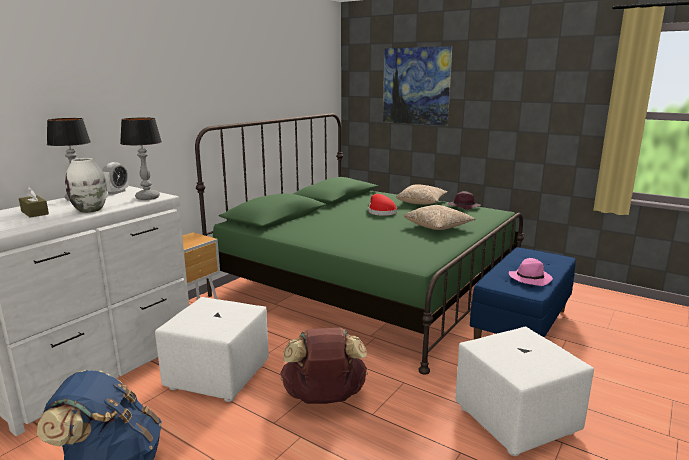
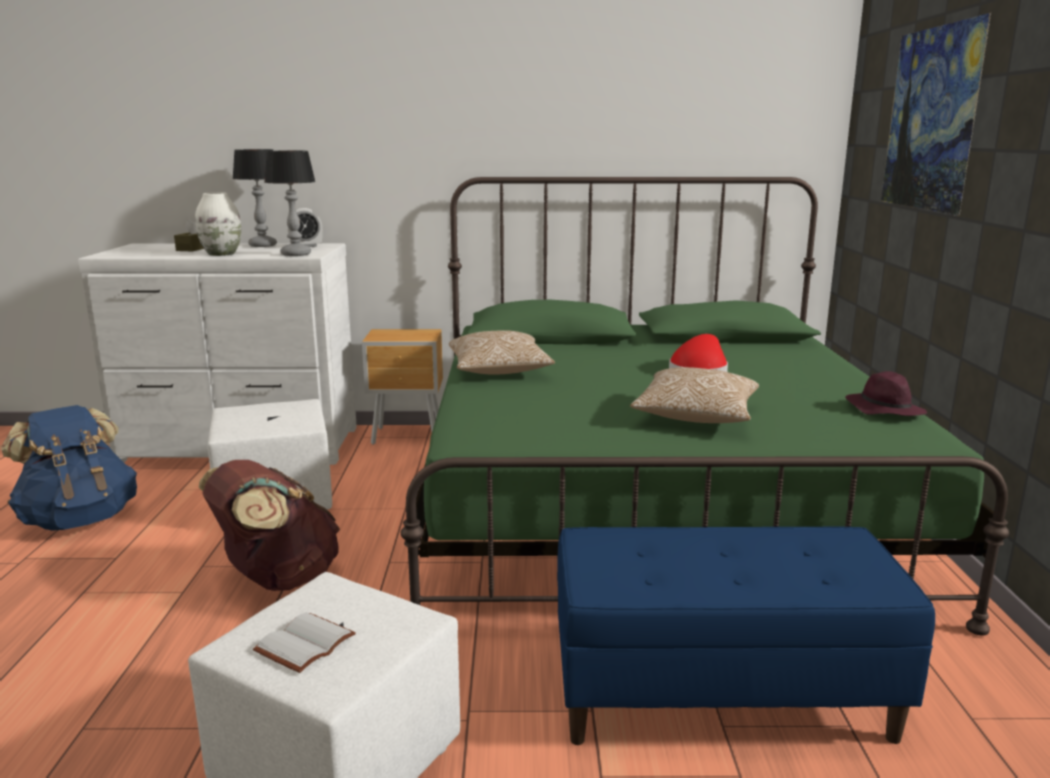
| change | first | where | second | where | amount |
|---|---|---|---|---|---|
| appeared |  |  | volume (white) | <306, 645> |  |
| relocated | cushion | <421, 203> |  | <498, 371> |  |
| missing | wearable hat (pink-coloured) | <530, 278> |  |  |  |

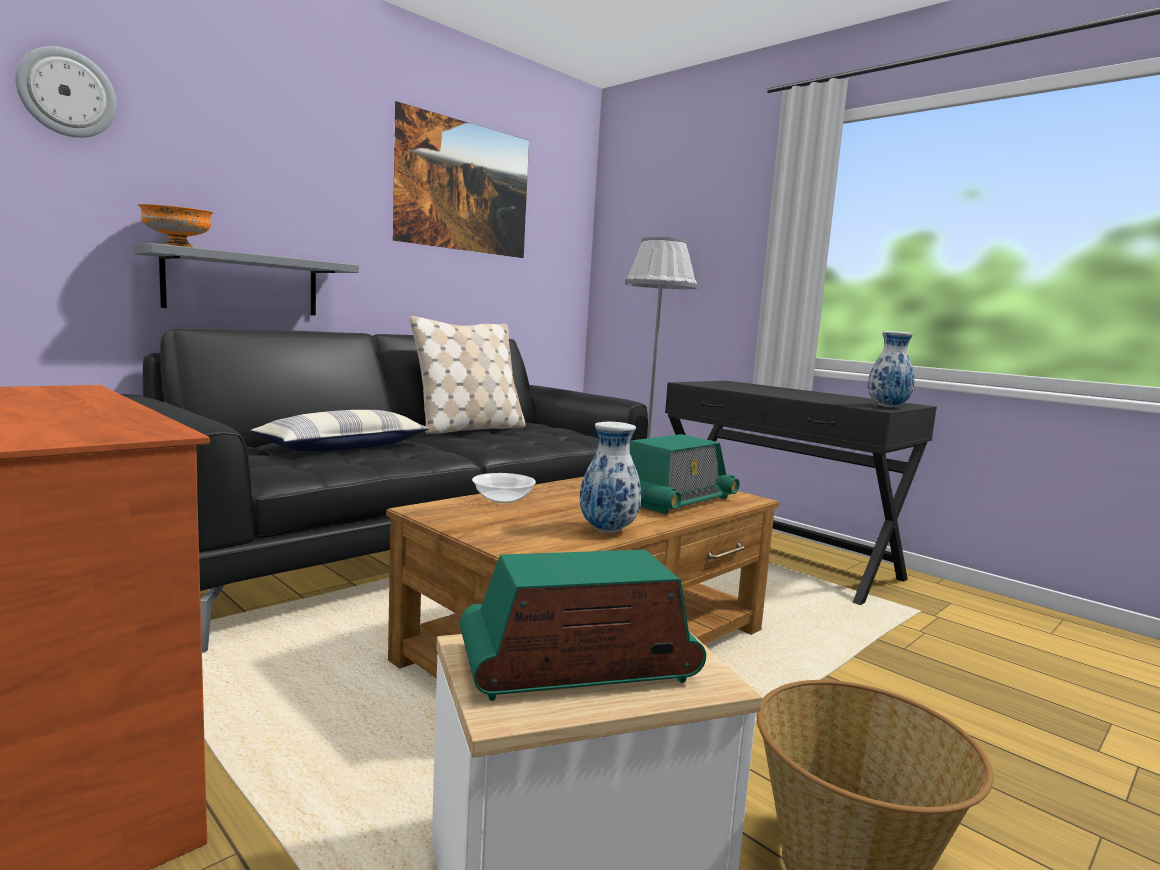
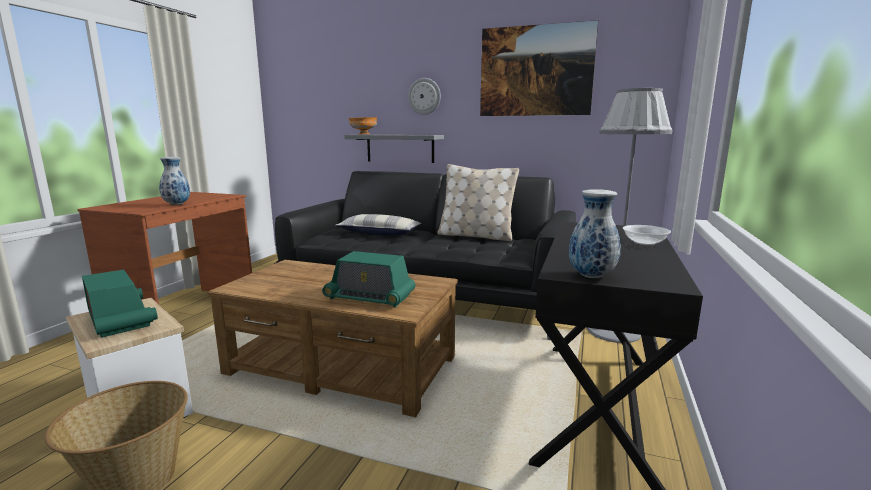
| change | first | where | second | where | amount |
|---|---|---|---|---|---|
| relocated | vase | <609, 530> |  | <177, 204> |  |
| relocated | clock on the wall | <67, 93> |  | <424, 96> |  |
| relocated | deep dish | <502, 499> |  | <644, 242> |  |

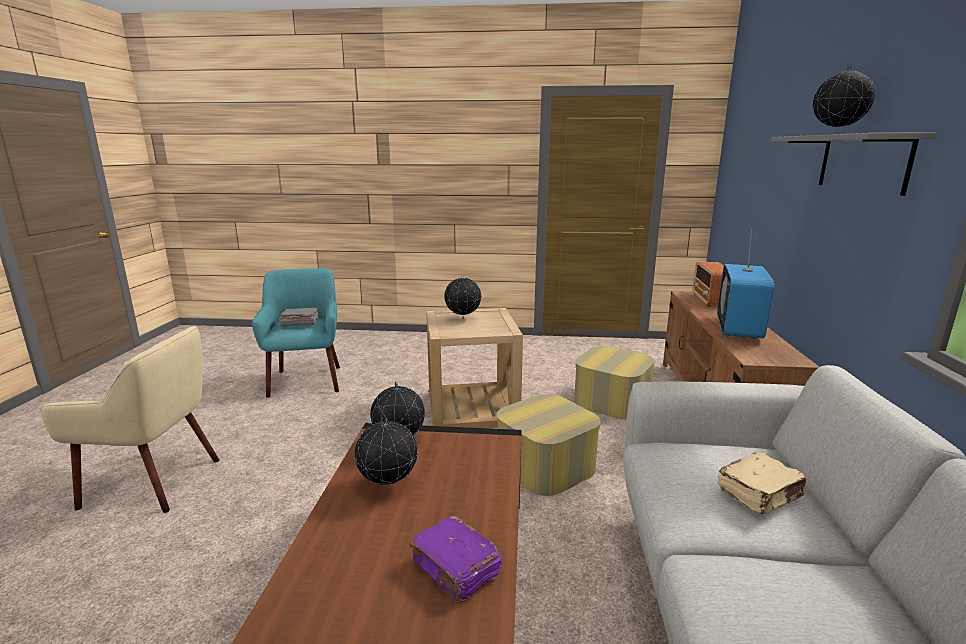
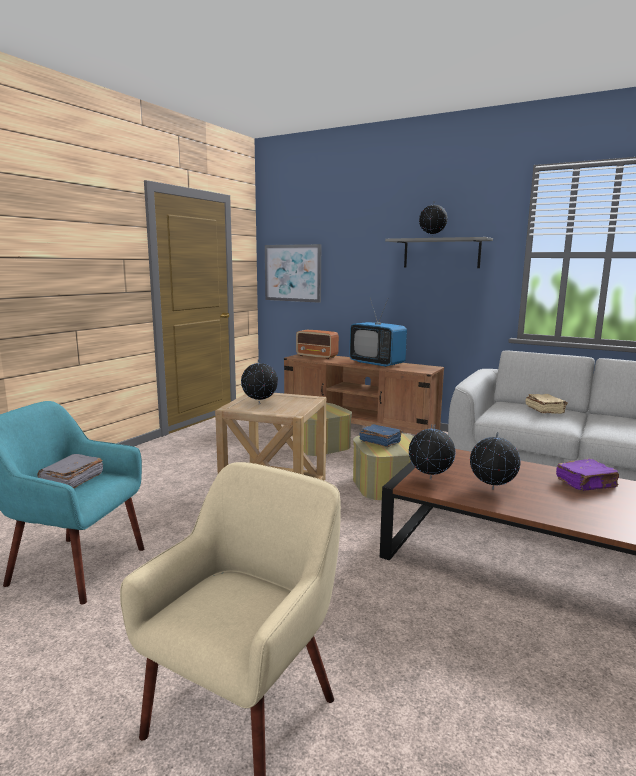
| change | first | where | second | where | amount |
|---|---|---|---|---|---|
| appeared |  |  | picture | <293, 273> |  |
| appeared |  |  | volume (blue) | <380, 442> |  |

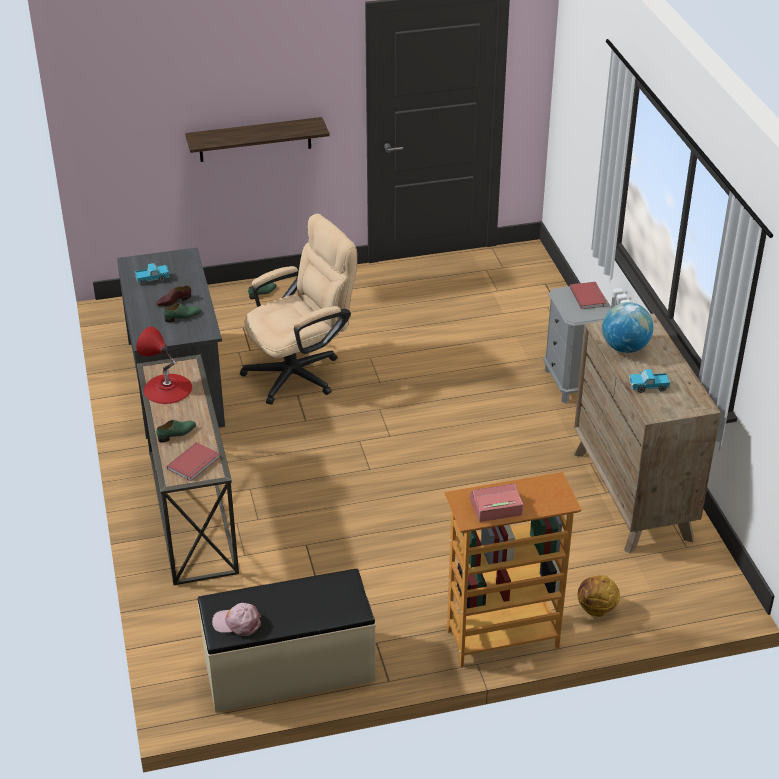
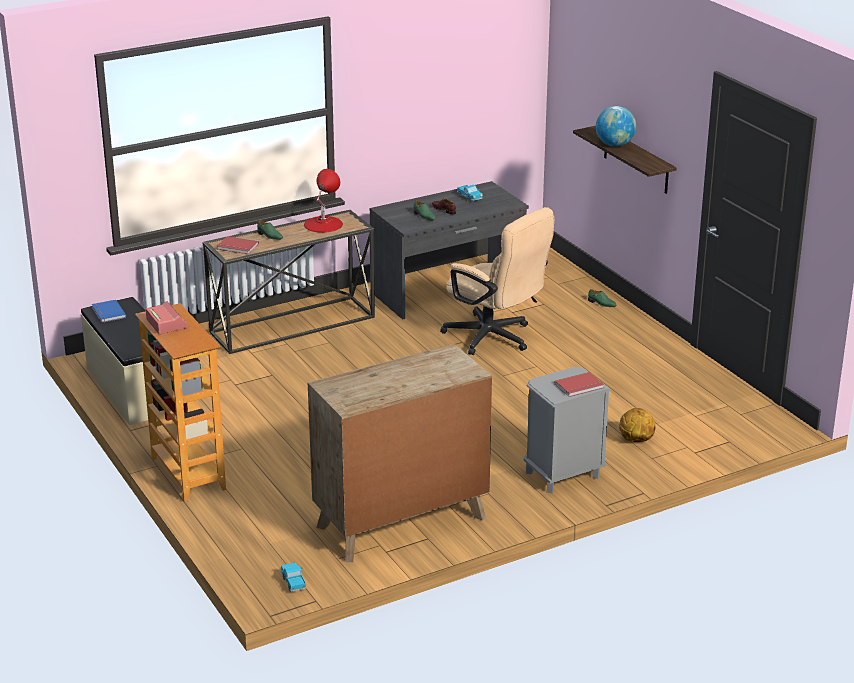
| change | first | where | second | where | amount |
|---|---|---|---|---|---|
| exchanged | cap (pink-coloured) | <237, 623> | volume (blue) | <107, 313> |  |
| relocated | toy truck | <648, 387> |  | <293, 582> |  |
| relocated | desk globe | <625, 347> |  | <614, 145> |  |
| relocated | basketball ball | <596, 609> |  | <635, 440> |  |

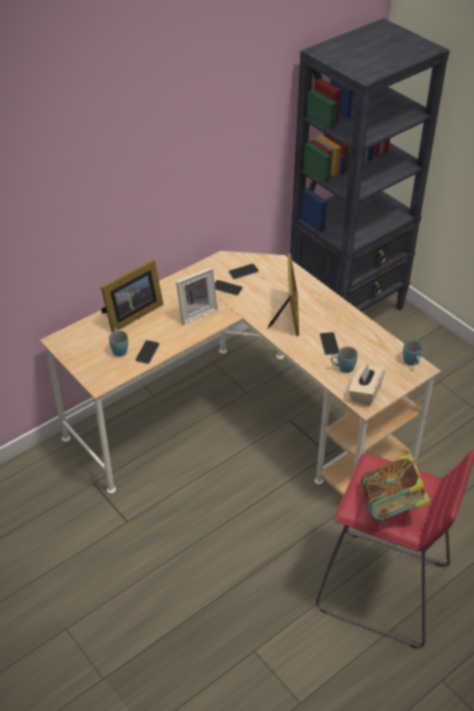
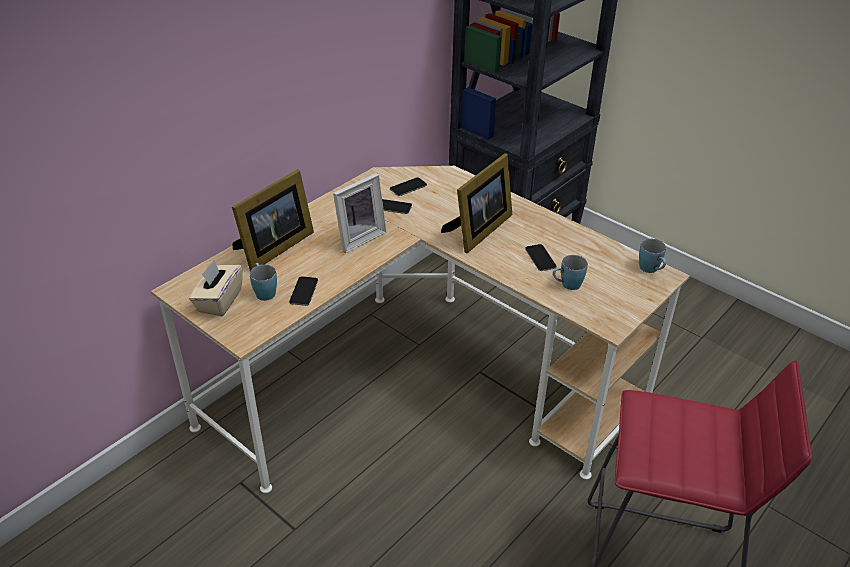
| change | first | where | second | where | amount |
|---|---|---|---|---|---|
| relocated | tissue holder (beige-coloured) | <365, 392> |  | <219, 301> |  |
| spun | standing frame | <288, 315> |  | <478, 230> | 45 degrees clockwise |
| missing | volume | <392, 506> |  |  |  |

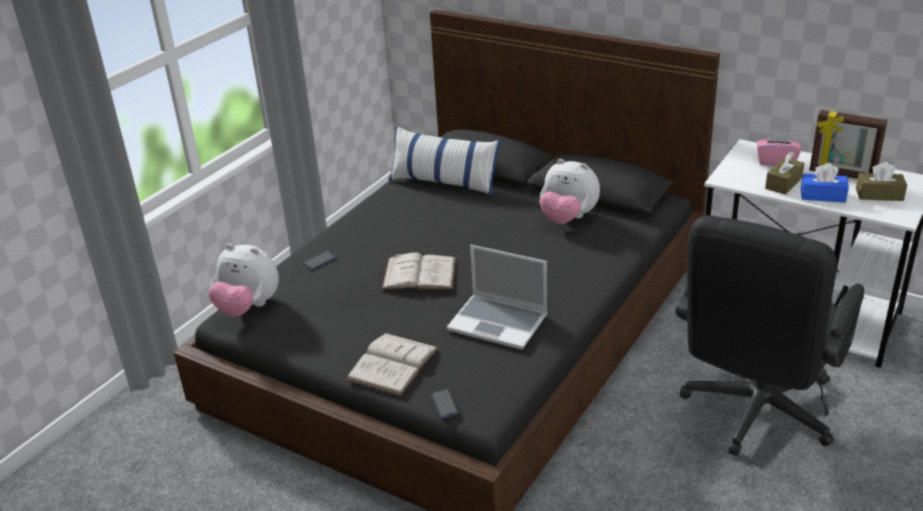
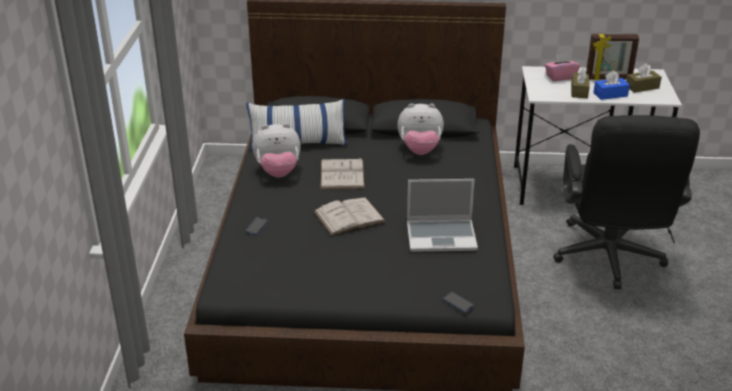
| change | first | where | second | where | amount |
|---|---|---|---|---|---|
| relocated | cuddly toy | <248, 308> |  | <278, 172> |  |
| relocated | volume (white) | <393, 363> |  | <342, 174> |  |

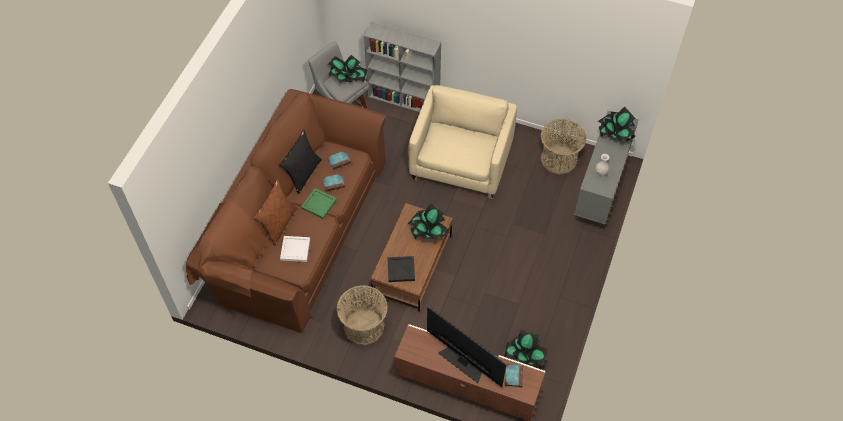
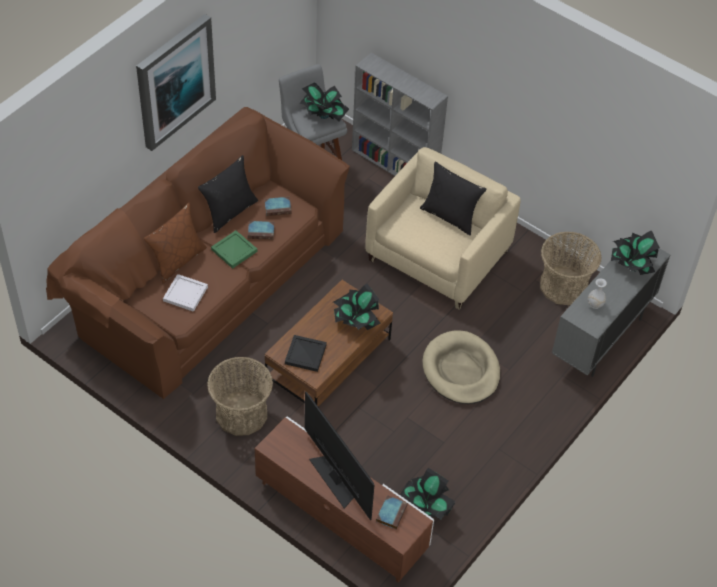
| change | first | where | second | where | amount |
|---|---|---|---|---|---|
| appeared |  |  | picture | <174, 81> |  |
| appeared |  |  | cushion (blackish) | <450, 216> |  |
| appeared |  |  | dog bed (beige-coloured) | <461, 370> |  |

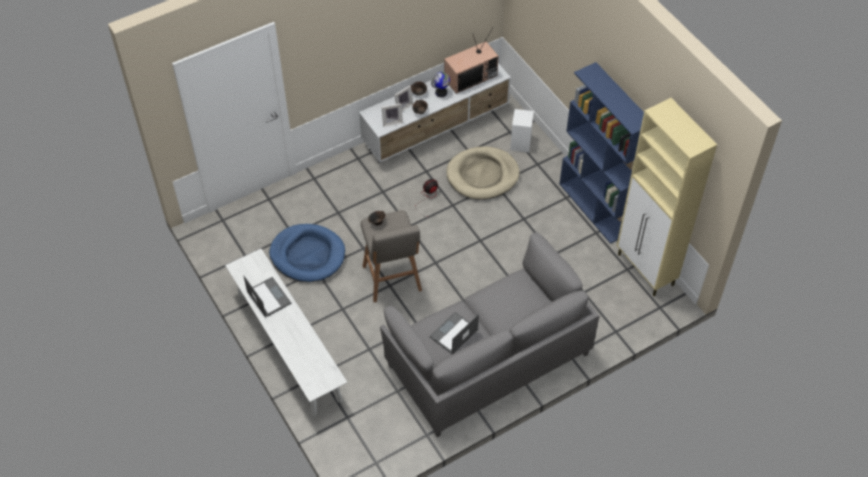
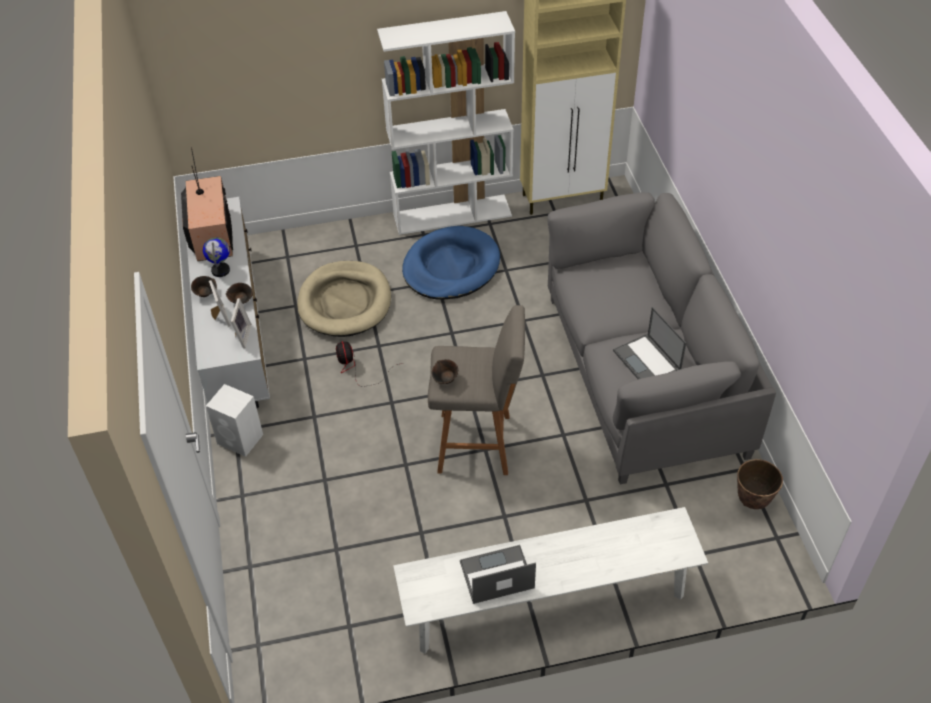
| change | first | where | second | where | amount |
|---|---|---|---|---|---|
| relocated | loudspeaker (white) | <520, 143> |  | <241, 439> |  |
| colour | shelving unit (blue) | <595, 208> | shelving unit (white) | <452, 214> |  |
| relocated | dog bed (blue) | <308, 255> |  | <451, 267> |  |
| appeared |  |  | flower pot | <753, 500> |  |

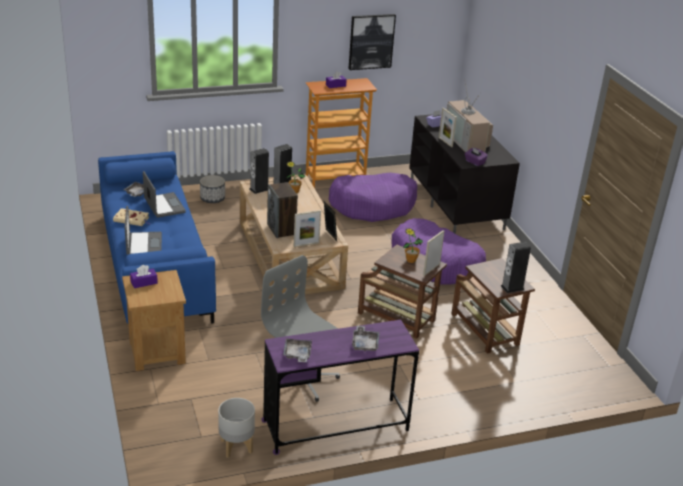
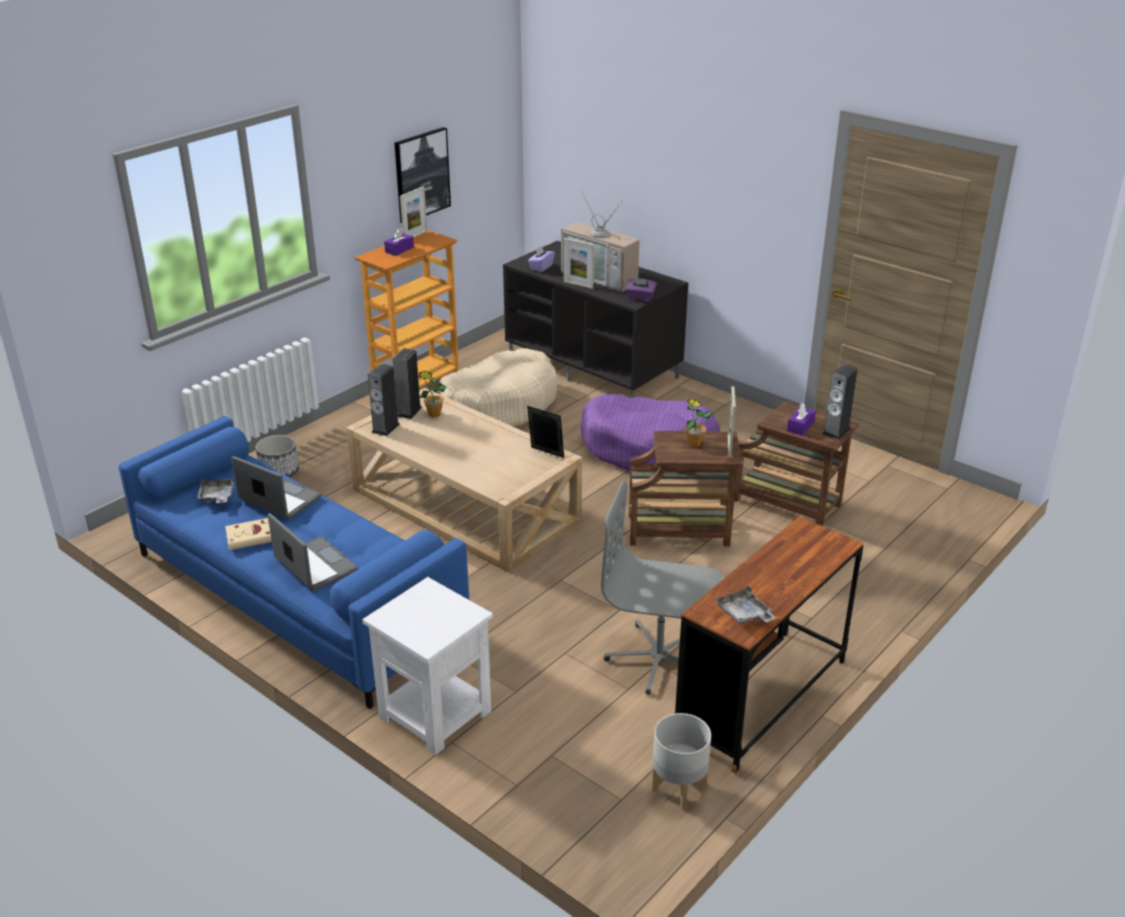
| change | first | where | second | where | amount |
|---|---|---|---|---|---|
| colour | end table (brown) | <156, 351> | end table (white) | <434, 714> |  |
| relocated | standing frame | <306, 244> |  | <415, 236> |  |
| colour | dog bed (purple) | <373, 205> | dog bed (beige-coloured) | <499, 404> |  |
| colour | desk (purple) | <335, 426> | desk (brown) | <761, 699> |  |
| relocated | tissue holder (purple) | <144, 282> |  | <800, 426> |  |
| missing | loudspeaker | <281, 229> |  |  |  |
| missing | tray (greyish) | <365, 343> |  |  |  |

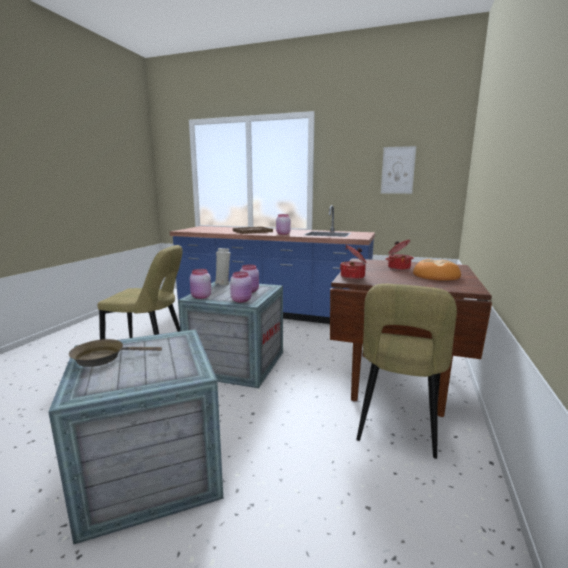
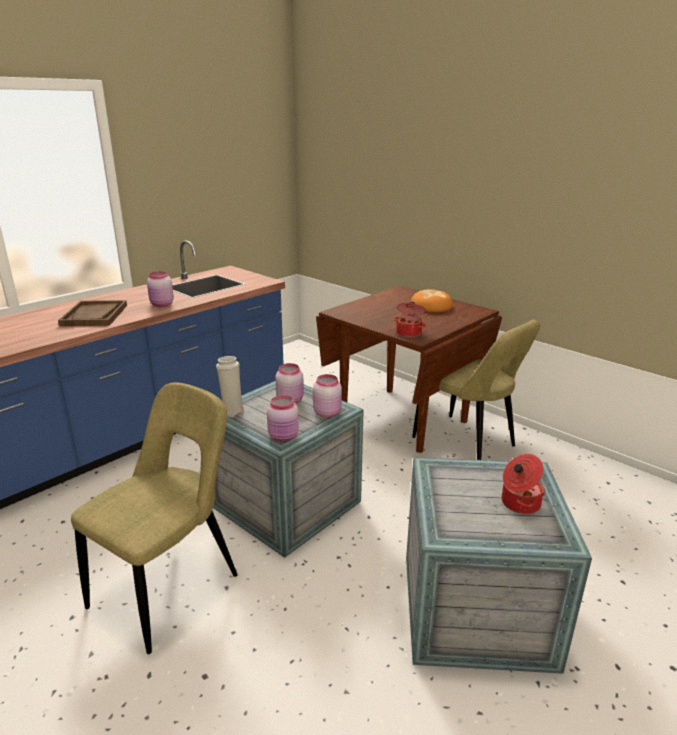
| change | first | where | second | where | amount |
|---|---|---|---|---|---|
| relocated | saucepot | <398, 268> |  | <519, 503> |  |
| missing | pan (brown) | <103, 357> |  |  |  |
| missing | picture | <398, 170> |  |  |  |

